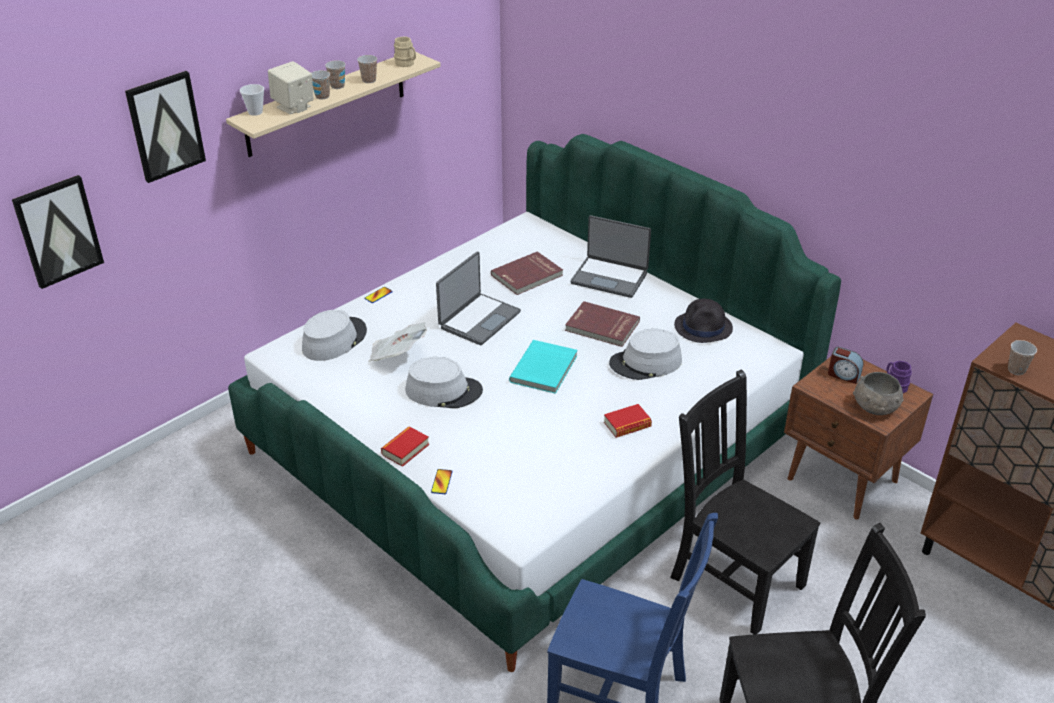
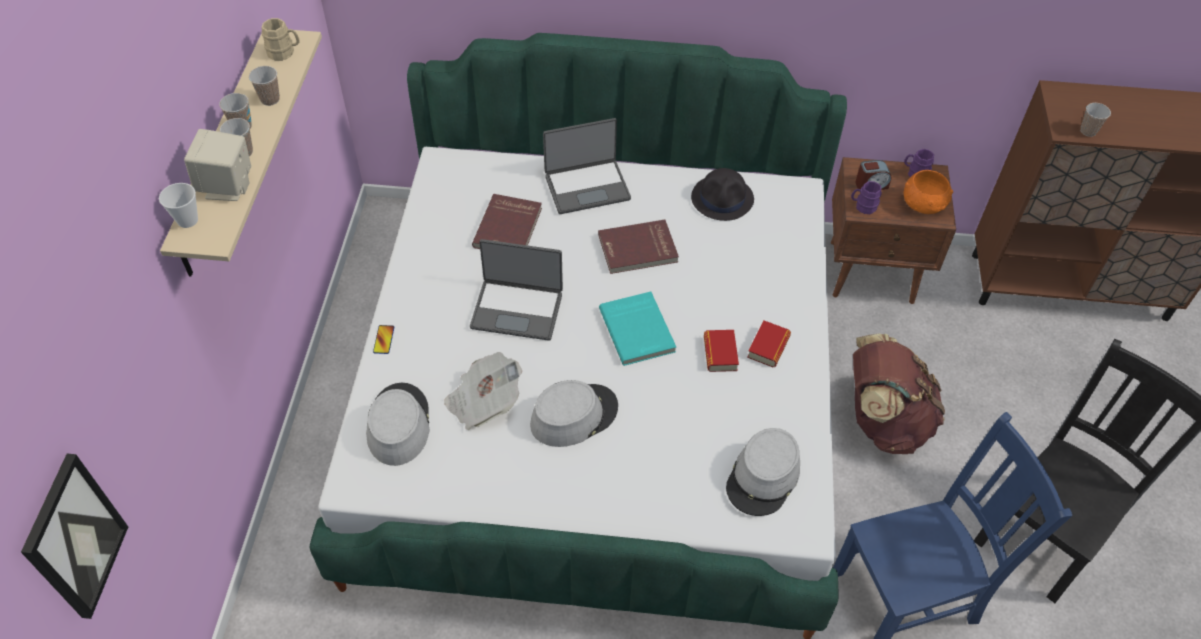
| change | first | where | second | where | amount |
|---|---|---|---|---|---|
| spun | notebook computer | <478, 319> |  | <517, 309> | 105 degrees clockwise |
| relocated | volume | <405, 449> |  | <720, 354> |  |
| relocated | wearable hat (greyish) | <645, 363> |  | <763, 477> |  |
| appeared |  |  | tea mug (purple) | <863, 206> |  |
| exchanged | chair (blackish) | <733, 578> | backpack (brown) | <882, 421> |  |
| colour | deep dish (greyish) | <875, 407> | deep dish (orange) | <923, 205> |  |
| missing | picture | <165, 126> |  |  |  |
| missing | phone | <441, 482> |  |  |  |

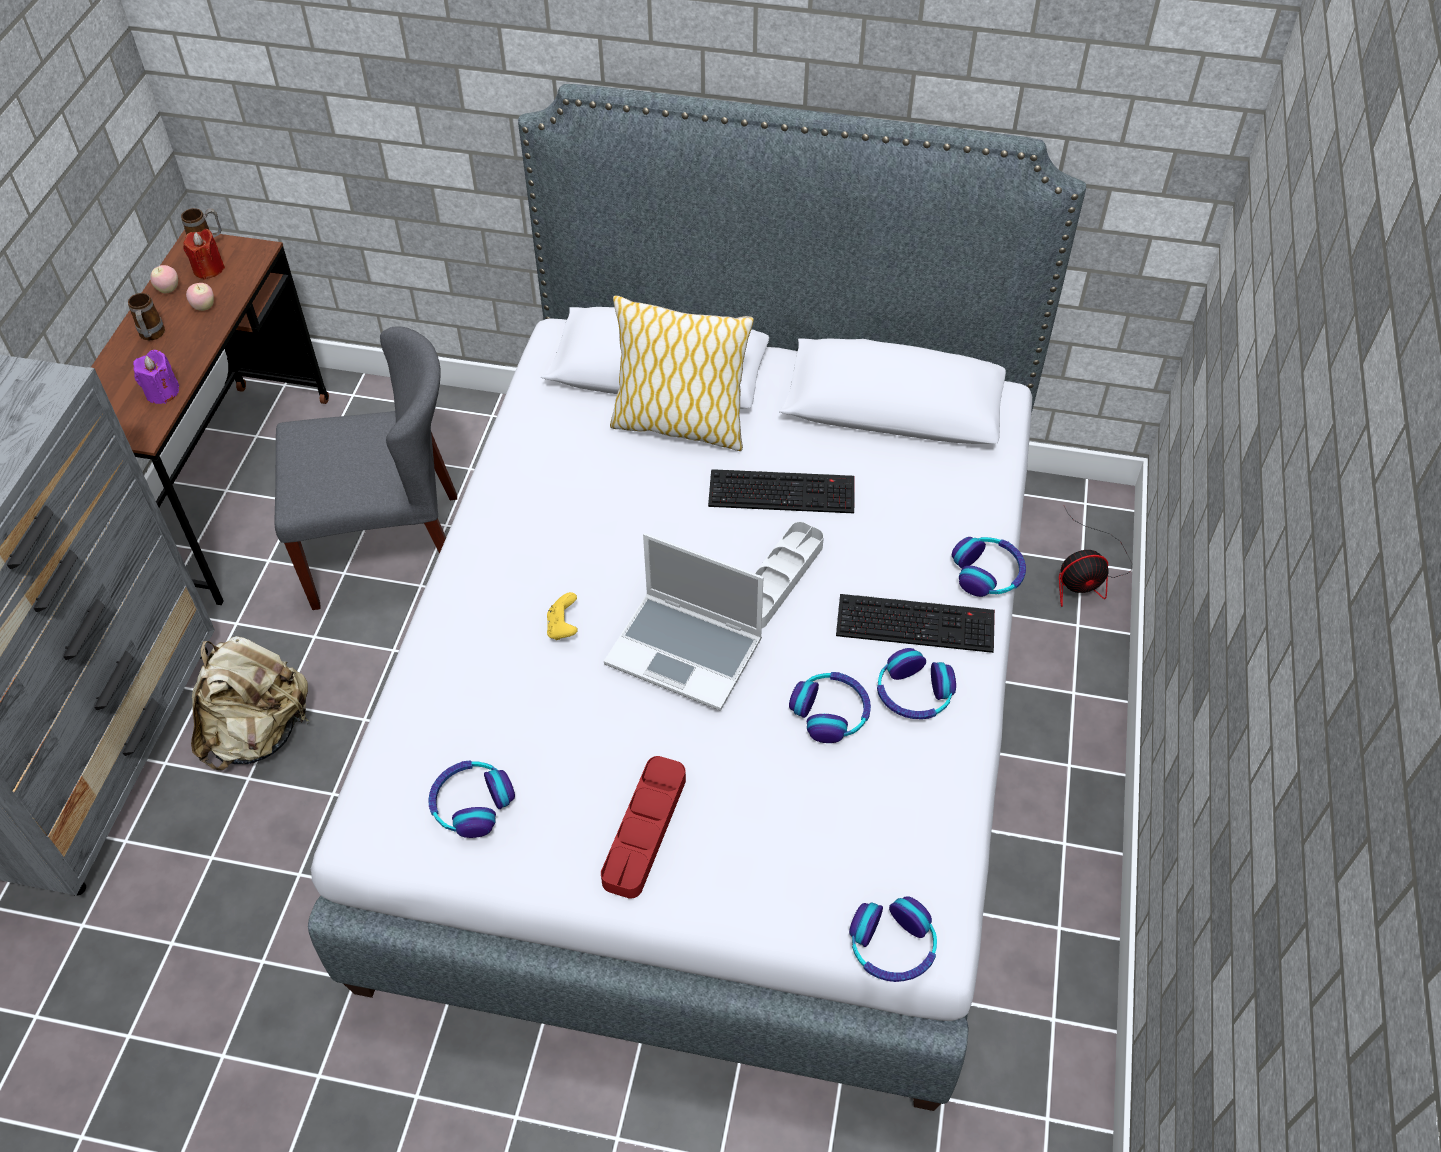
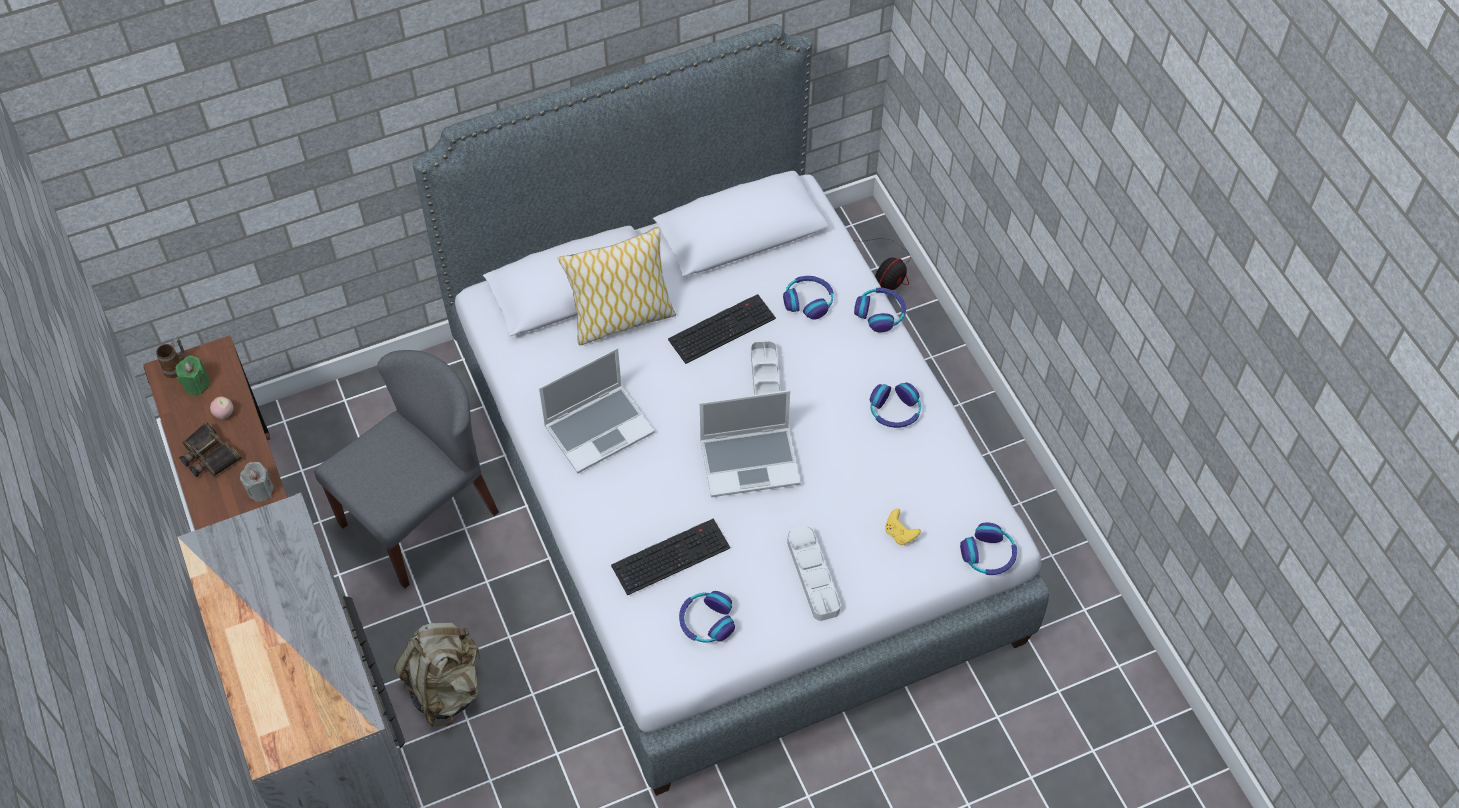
| change | first | where | second | where | amount |
|---|---|---|---|---|---|
| colour | wax light (red-coloured) | <208, 269> | wax light (greenish) | <196, 384> |  |
| exchanged | tea mug | <152, 336> | pair of binoculars | <208, 456> |  |
| colour | wax light (purple) | <162, 392> | wax light (greyish) | <260, 490> |  |
| appeared |  |  | notebook computer | <599, 428> |  |
| relocated | keyboard | <917, 622> |  | <671, 555> |  |
| relocated | pair of headphones | <831, 712> |  | <808, 301> |  |
| colour | tray (red-coloured) | <644, 830> | tray (greyish) | <813, 576> |  |
| relocated | joypad (yellow) | <563, 627> |  | <900, 534> |  |
| missing | apple fruit | <168, 289> |  |  |  |

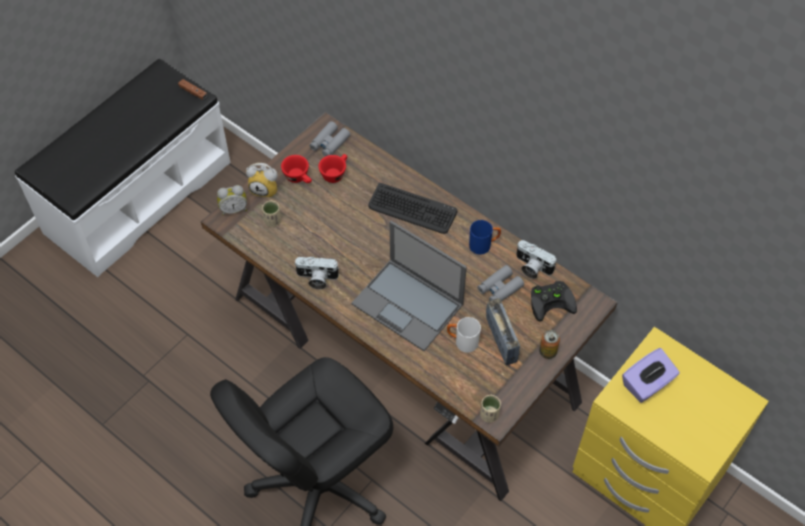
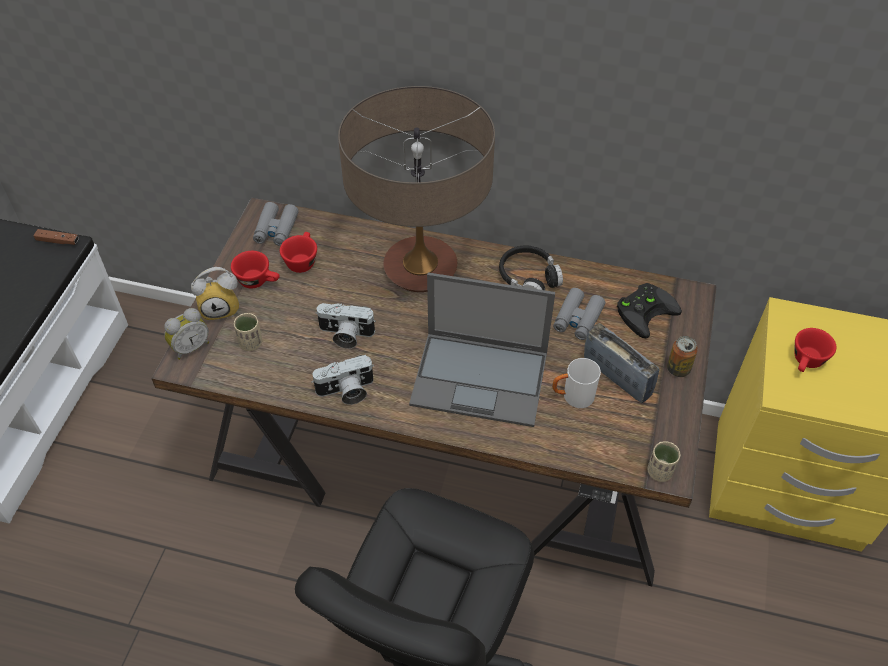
| change | first | where | second | where | amount |
|---|---|---|---|---|---|
| relocated | photo camera | <531, 267> |  | <345, 335> |  |
| exchanged | keyboard | <412, 209> | lamp for a table | <420, 268> |  |
| exchanged | tea mug (blue) | <484, 245> | pair of headphones (blackish) | <529, 277> |  |
| exchanged | tissue holder (purple) | <647, 384> | drinking cup (red-coloured) | <806, 362> |  |

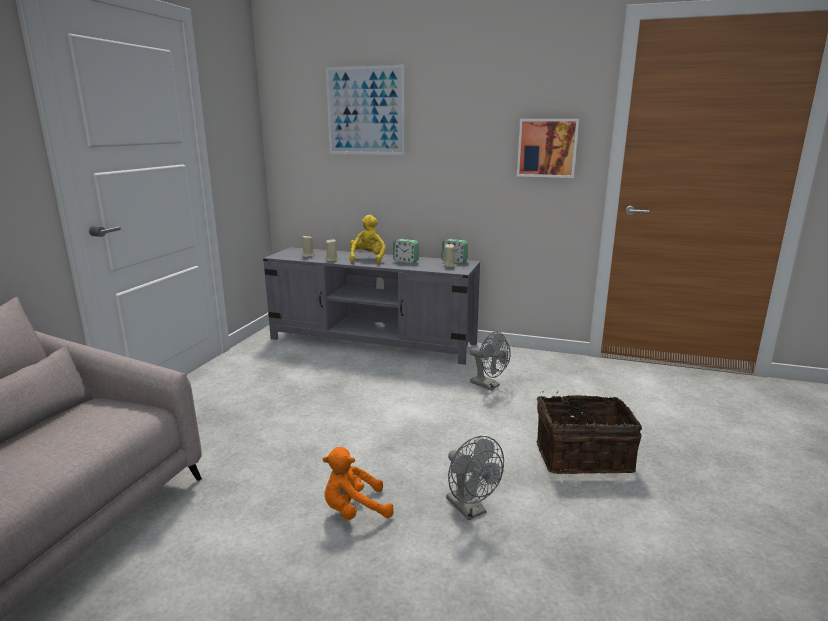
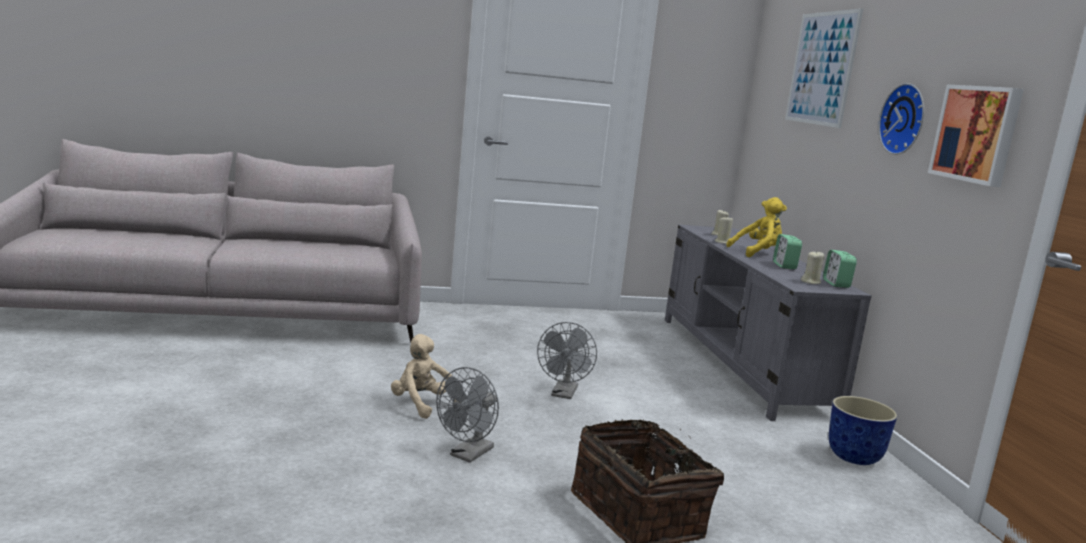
| change | first | where | second | where | amount |
|---|---|---|---|---|---|
| colour | cuddly toy (orange) | <354, 511> | cuddly toy (beige-coloured) | <422, 405> |  |
| relocated | fan (greyish) | <489, 385> |  | <563, 394> |  |
| appeared |  |  | flower pot | <853, 458> |  |
| appeared |  |  | clock on the wall | <906, 119> |  |

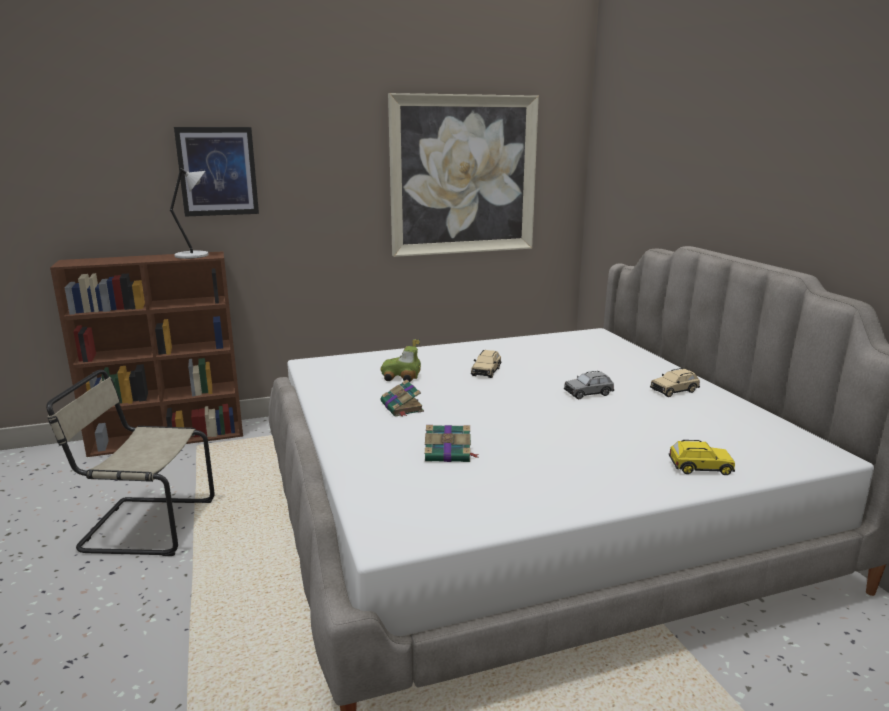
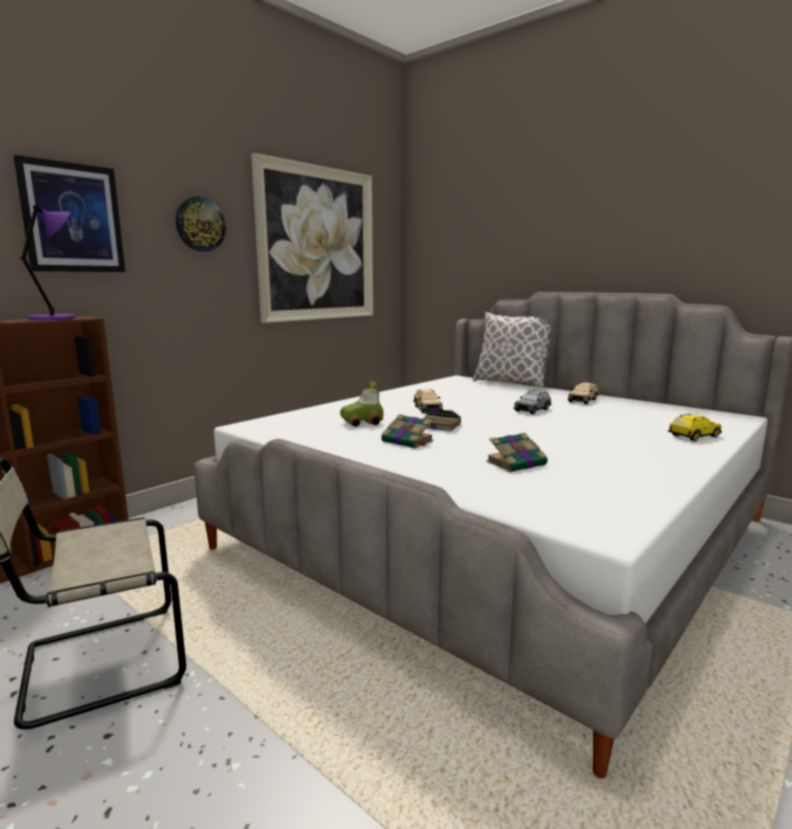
| change | first | where | second | where | amount |
|---|---|---|---|---|---|
| colour | lamp for a table (greyish) | <194, 255> | lamp for a table (purple) | <55, 318> |  |
| appeared |  |  | clock on the wall | <200, 224> |  |
| appeared |  |  | volume | <437, 425> |  |
| appeared |  |  | cushion | <510, 382> |  |

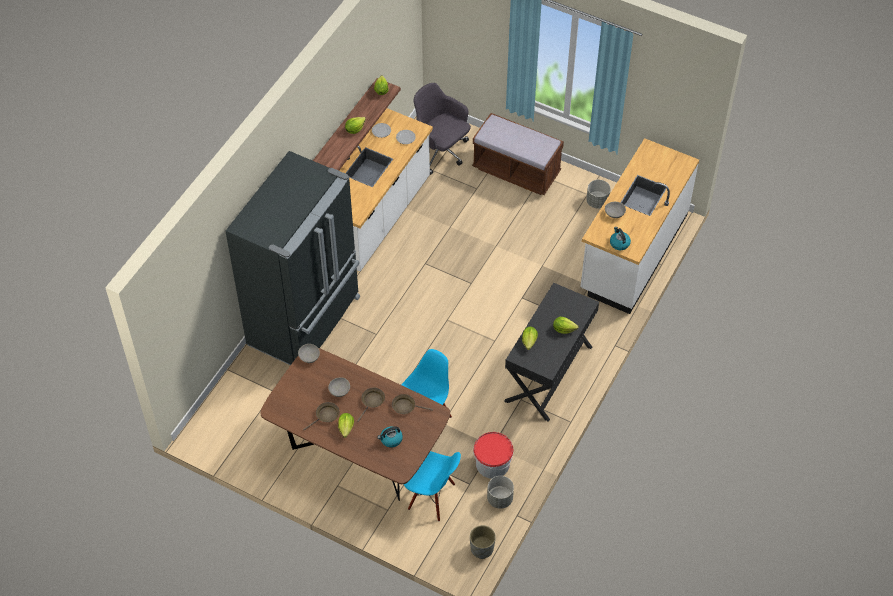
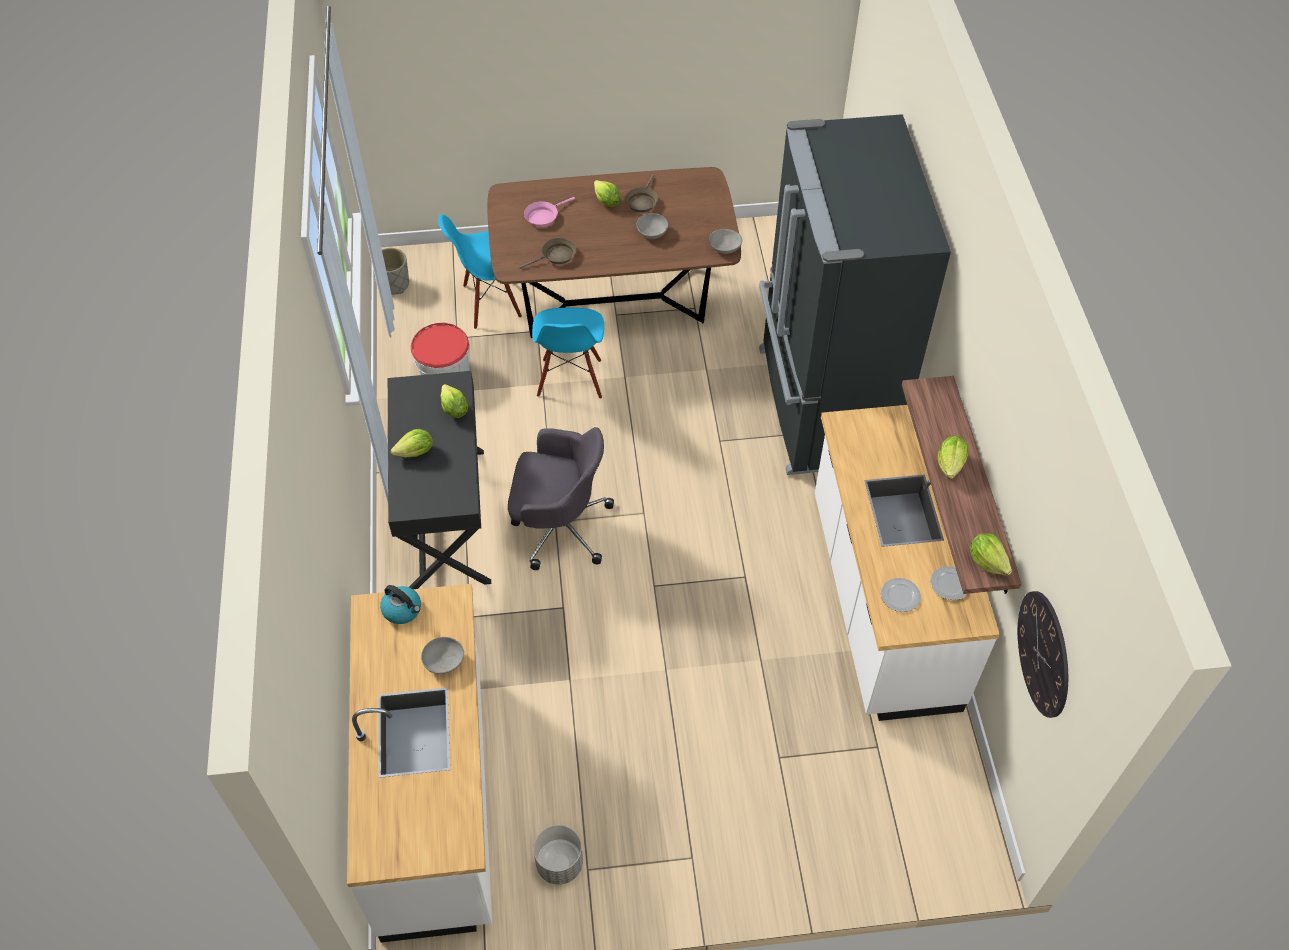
| change | first | where | second | where | amount |
|---|---|---|---|---|---|
| relocated | desk chair (greyish) | <440, 152> |  | <559, 526> |  |
| exchanged | tea kettle | <391, 439> | pan (pink-coloured) | <543, 216> |  |
| appeared |  |  | clock on the wall | <1043, 653> |  |
| missing | pan (brown) | <372, 402> |  |  |  |
| missing | indoor bench (brown) | <516, 171> |  |  |  |
| missing | flower pot (greyish) | <499, 499> |  |  |  |

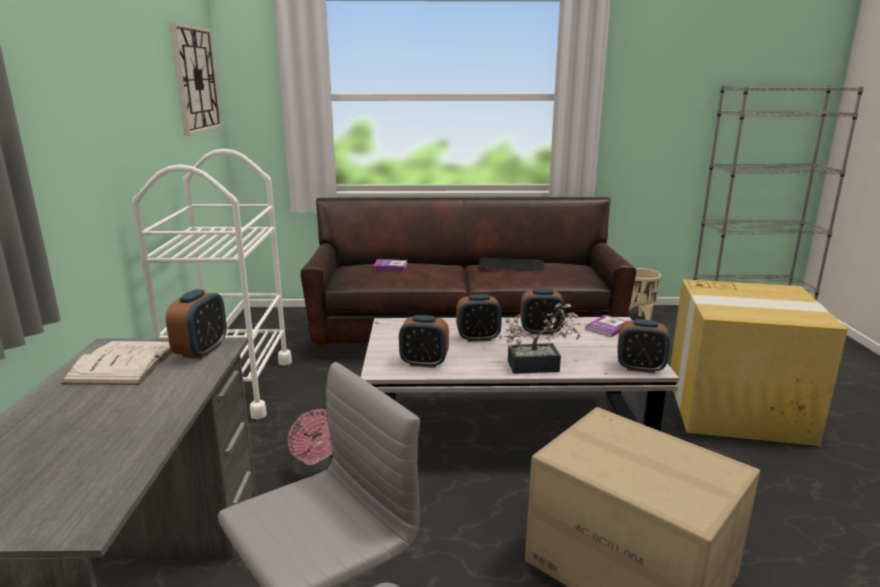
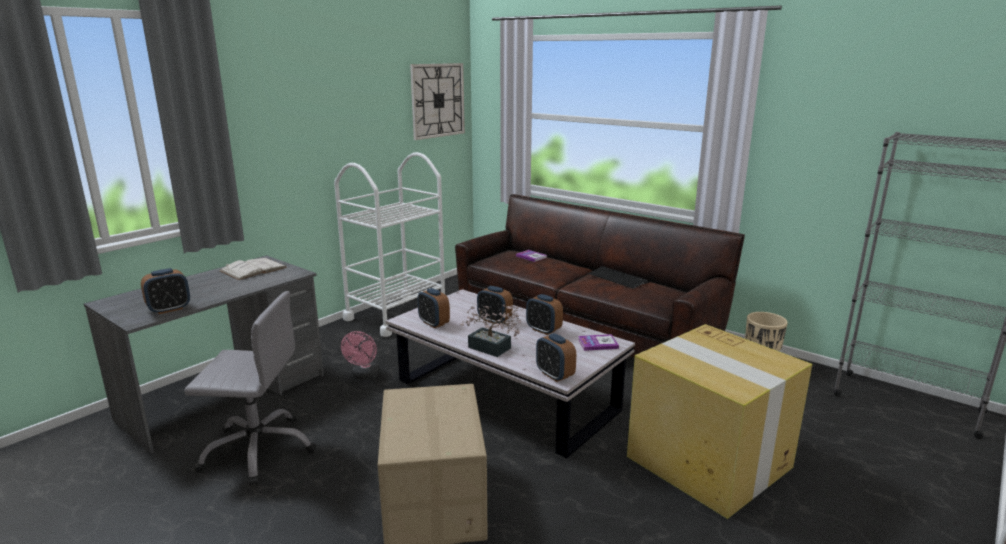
| change | first | where | second | where | amount |
|---|---|---|---|---|---|
| relocated | table clock | <201, 351> |  | <169, 309> |  |

